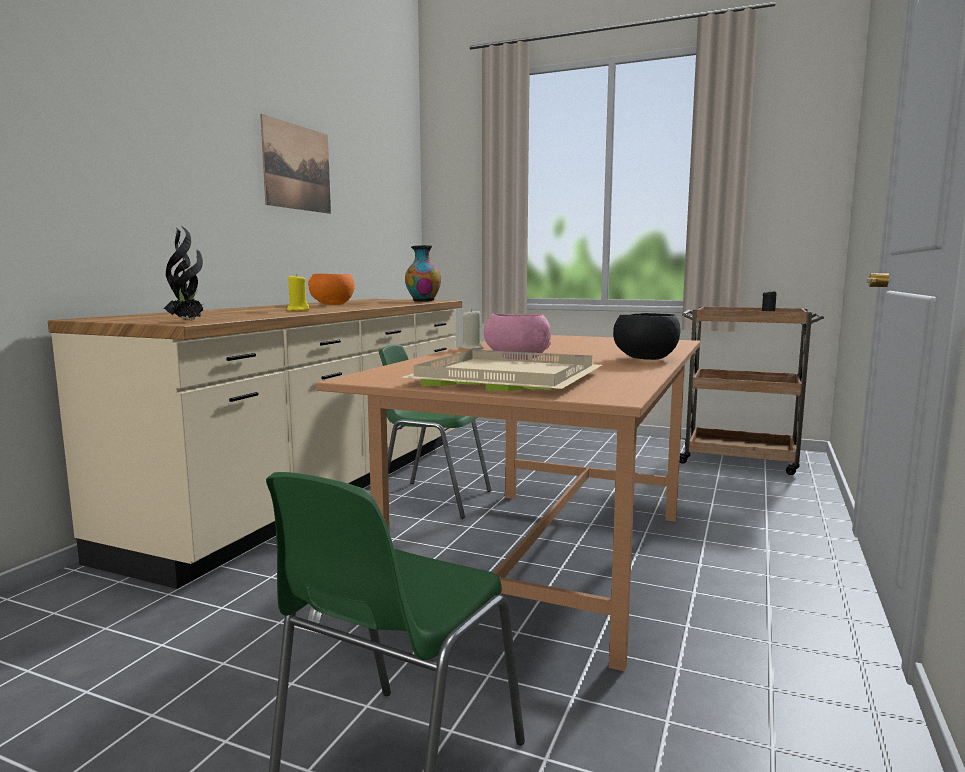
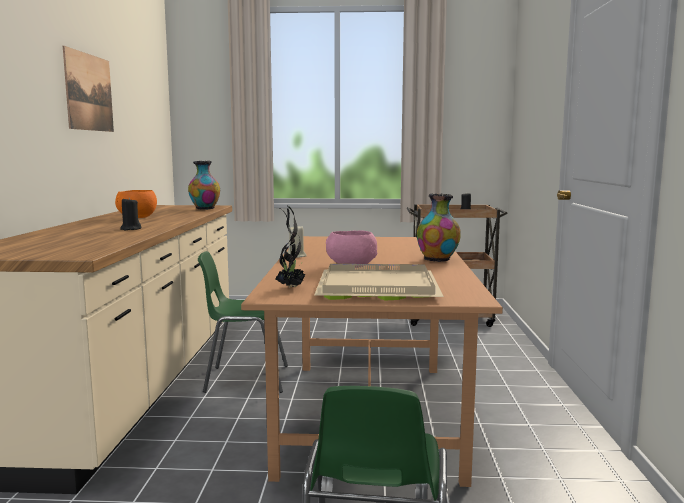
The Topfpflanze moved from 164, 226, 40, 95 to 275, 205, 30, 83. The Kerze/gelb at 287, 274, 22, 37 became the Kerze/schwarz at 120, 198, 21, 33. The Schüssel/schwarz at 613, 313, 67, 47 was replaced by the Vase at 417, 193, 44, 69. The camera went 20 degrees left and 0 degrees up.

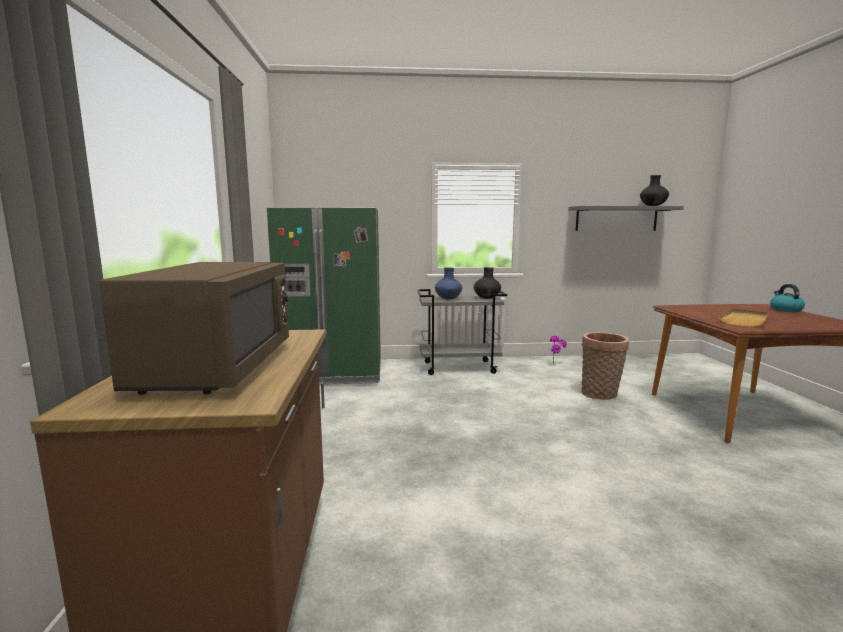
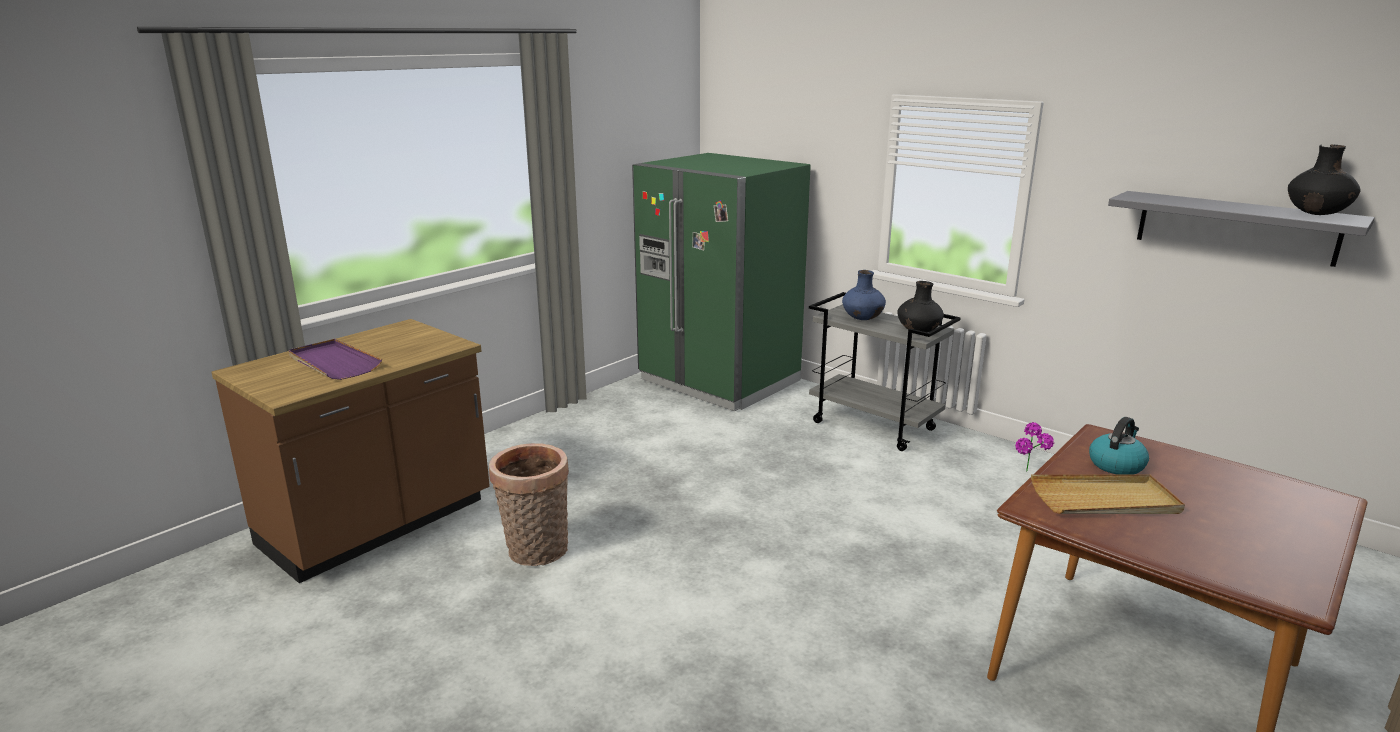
The Mikrowelle/braun at 99, 262, 190, 133 was replaced by the Tablett/lila at 289, 339, 93, 41. The Korb moved from 582, 332, 47, 68 to 489, 443, 80, 123. The Wasserkessel moved from 770, 284, 35, 28 to 1089, 417, 60, 57. The camera went 45 degrees right and 10 degrees up.

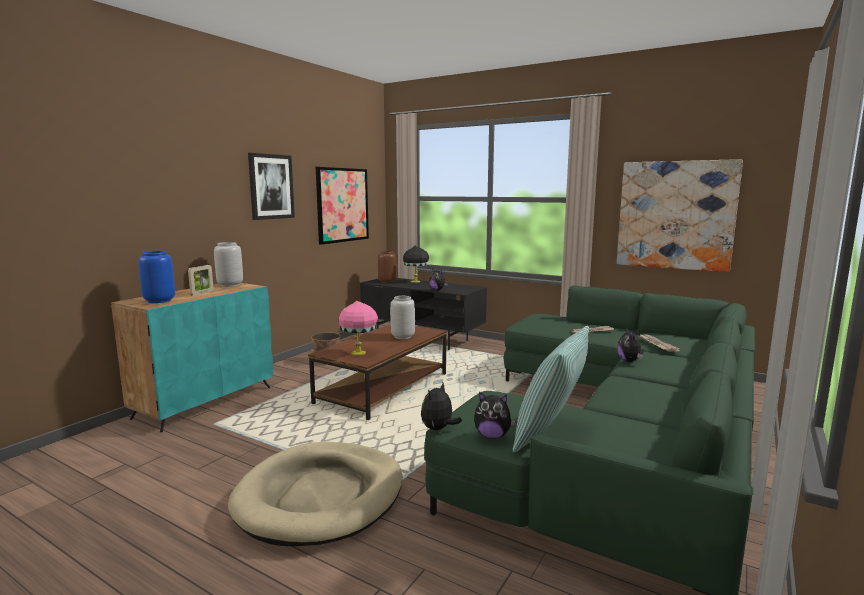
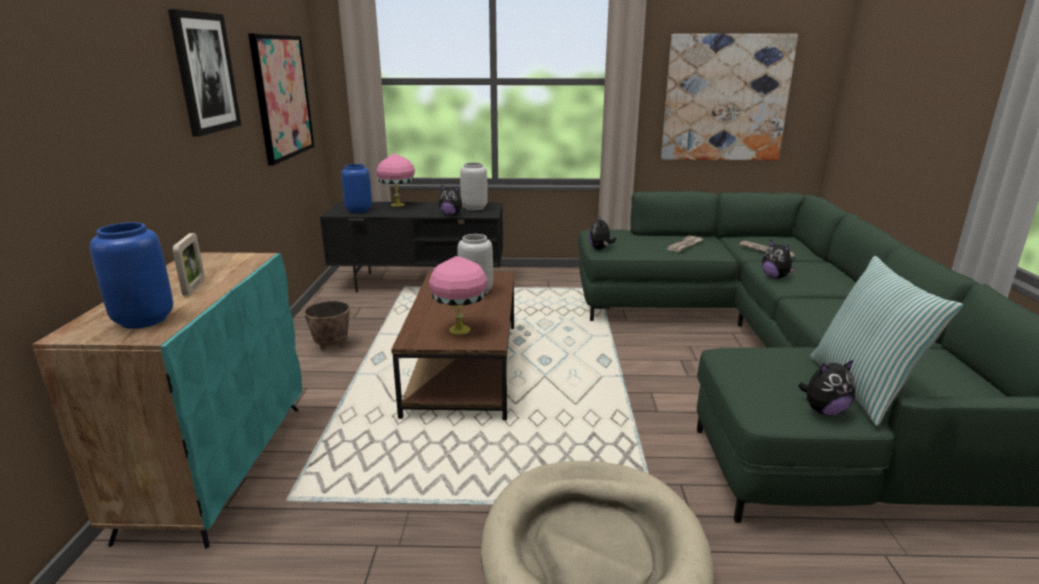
The Vase/grau moved from 214, 242, 29, 45 to 460, 162, 28, 48. The Vase/braun at 378, 251, 18, 32 became the Vase/blau at 341, 164, 31, 49. The Tischlampe/schwarz at 403, 246, 26, 37 became the Tischlampe/rosa at 376, 153, 39, 54. The Plüschtier moved from 421, 383, 41, 47 to 589, 216, 27, 34. The camera went 30 degrees left and 10 degrees up.

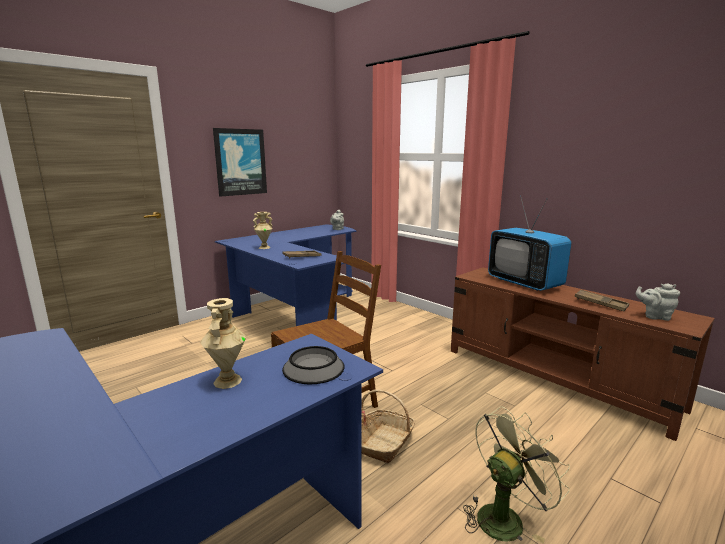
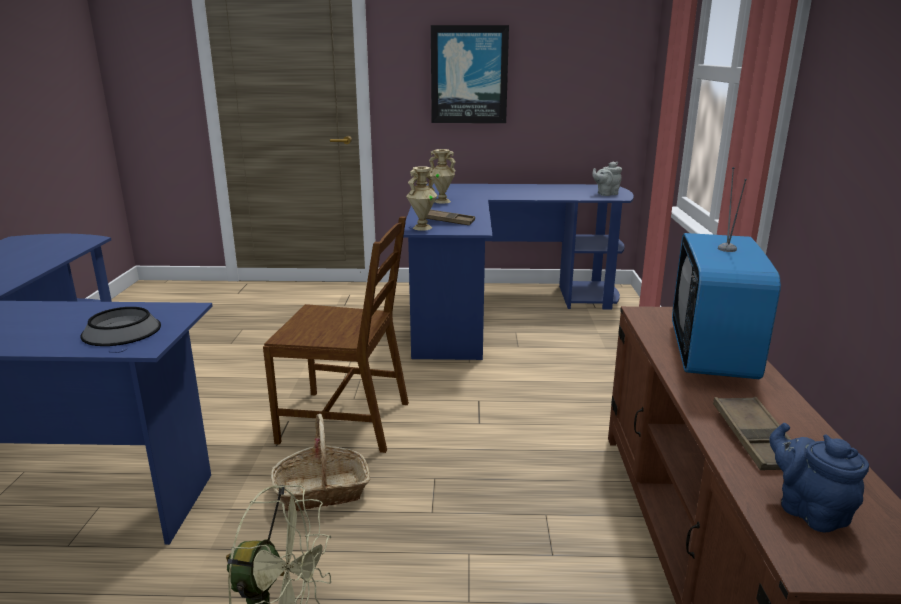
The Vase/beige moved from 200, 298, 47, 91 to 406, 166, 32, 65. The Teekanne/grau at 636, 283, 44, 38 became the Teekanne/blau at 769, 423, 100, 109. The camera went 45 degrees right and 5 degrees up.

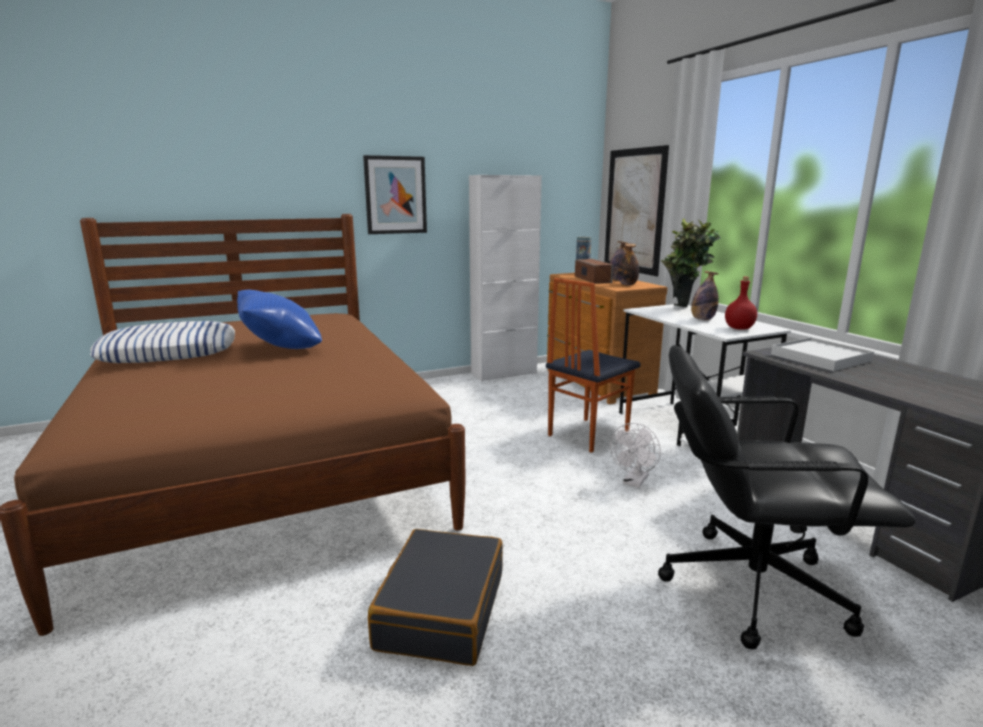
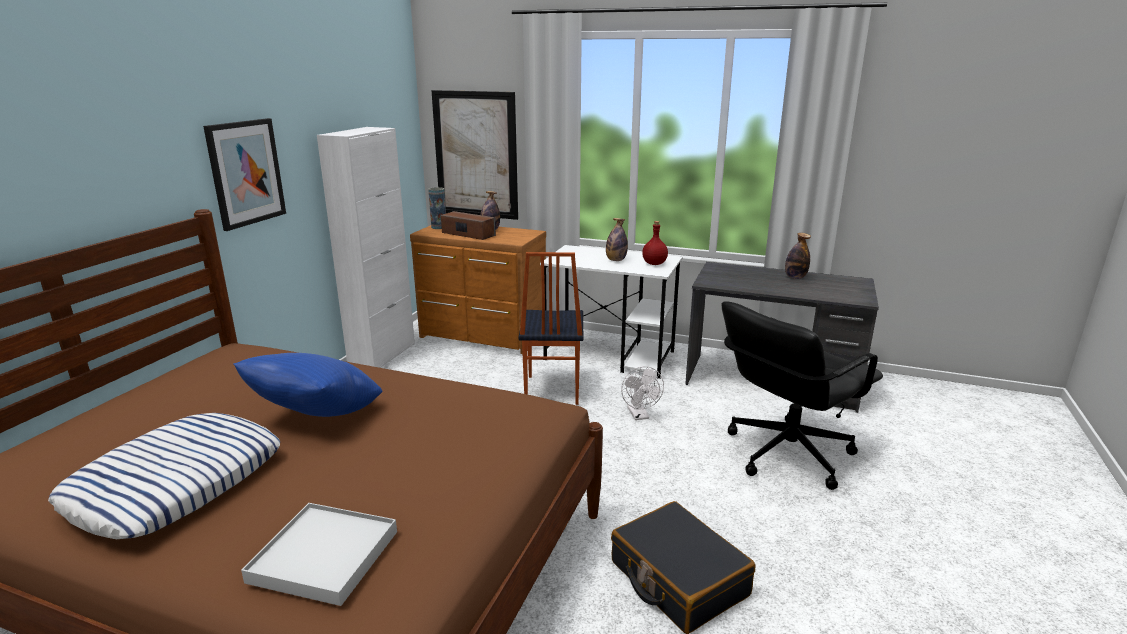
The Flasche moved from 618, 243, 21, 42 to 785, 233, 26, 46. The Topfpflanze at 660, 218, 61, 89 disappeared. The Tablett/weiß moved from 771, 337, 103, 34 to 241, 503, 156, 103. The camera went 45 degrees left and 5 degrees up.

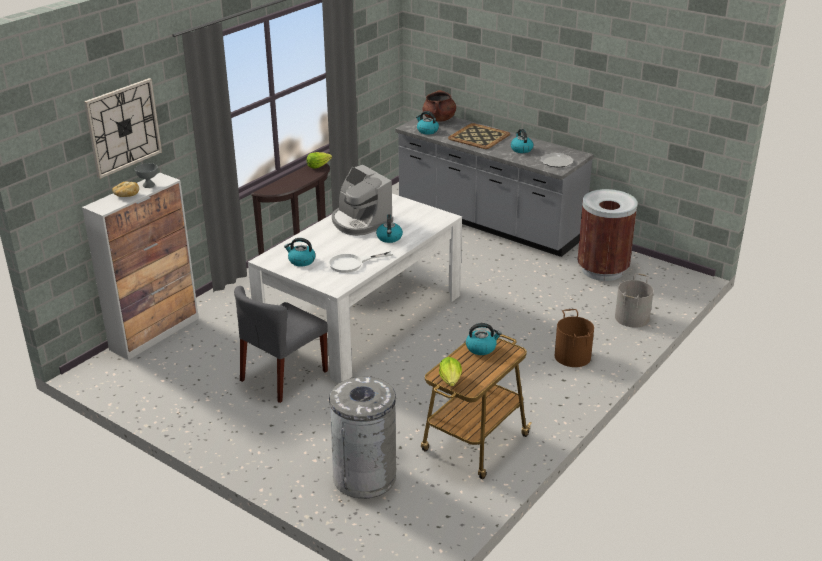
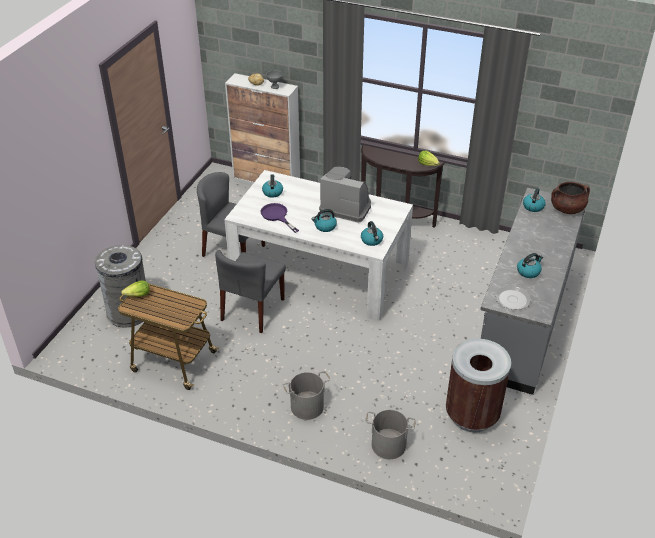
The Wanduhr at 84, 78, 78, 101 disappeared. The Pfanne/weiß at 328, 252, 65, 21 became the Pfanne/lila at 260, 203, 39, 30. The Kaffeemaschine at 332, 165, 61, 71 turned 75 degrees clockwise. The Tablett at 448, 123, 62, 26 disappeared. The Wasserkessel moved from 466, 323, 35, 32 to 361, 221, 22, 25. The Eimer/braun at 555, 309, 39, 58 became the Eimer/grau at 283, 371, 47, 49. The Stuhl/grau at 215, 250, 71, 83 appeared. The camera went 75 degrees right and 10 degrees up.

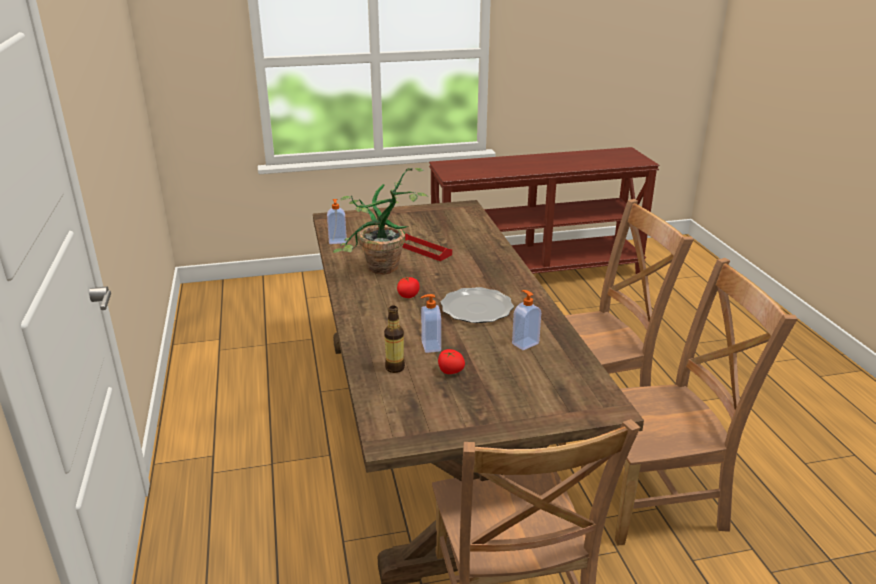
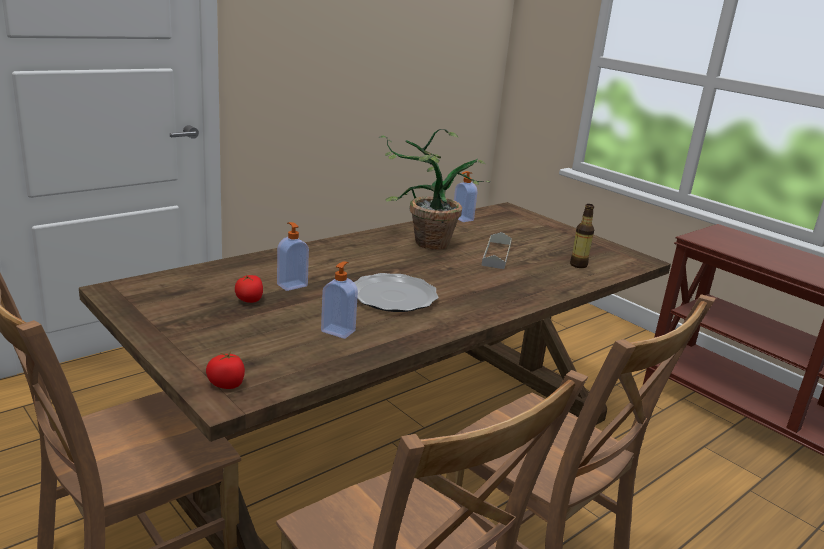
The Flasche moved from 384, 306, 21, 67 to 570, 204, 24, 64. The Tomate moved from 397, 277, 23, 21 to 206, 351, 39, 38. The Tablett/rot at 402, 234, 50, 27 became the Tablett/grau at 482, 232, 30, 37. The camera went 60 degrees right and 5 degrees down.

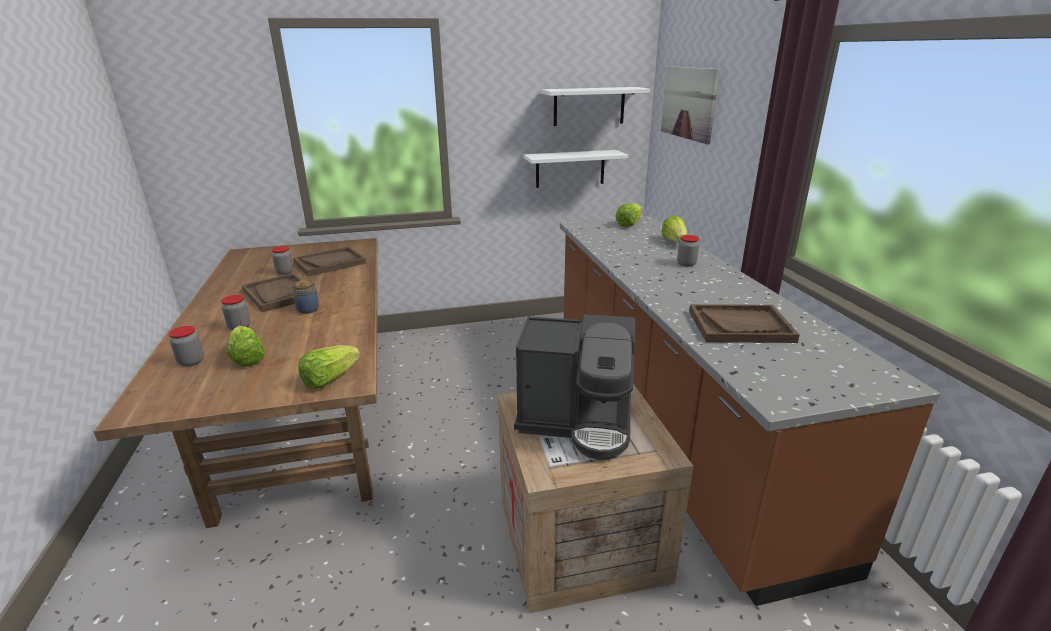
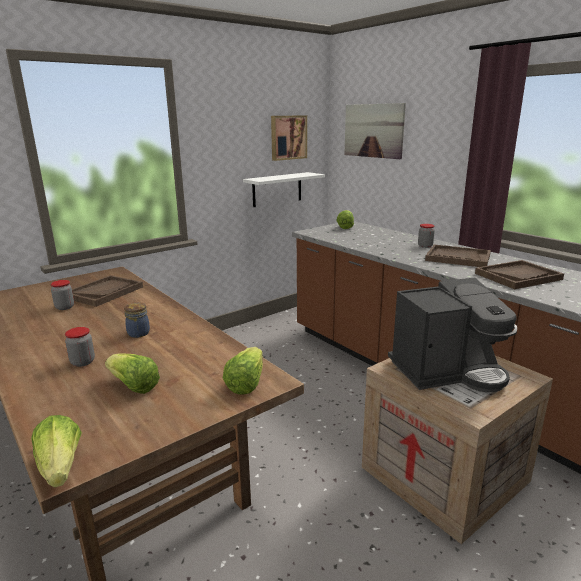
The Vorratsglas at 169, 326, 35, 40 disappeared. The Tablett/braun moved from 242, 273, 74, 39 to 425, 245, 66, 22. The Wandregal/weiß at 541, 87, 109, 39 was replaced by the Bild at 271, 115, 36, 46. The Salatkopf moved from 661, 216, 26, 27 to 31, 415, 51, 72. The camera went 25 degrees left and 5 degrees down.

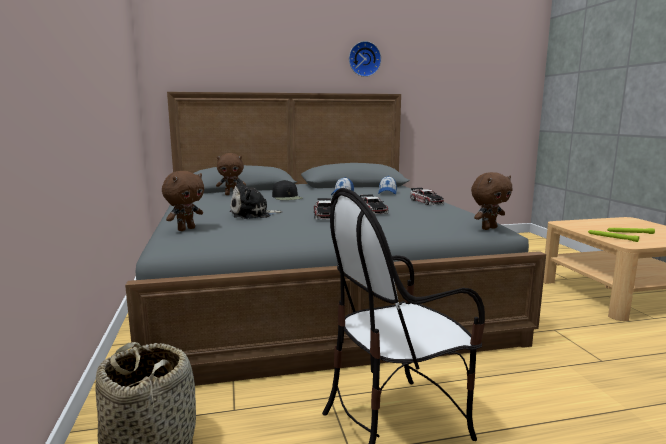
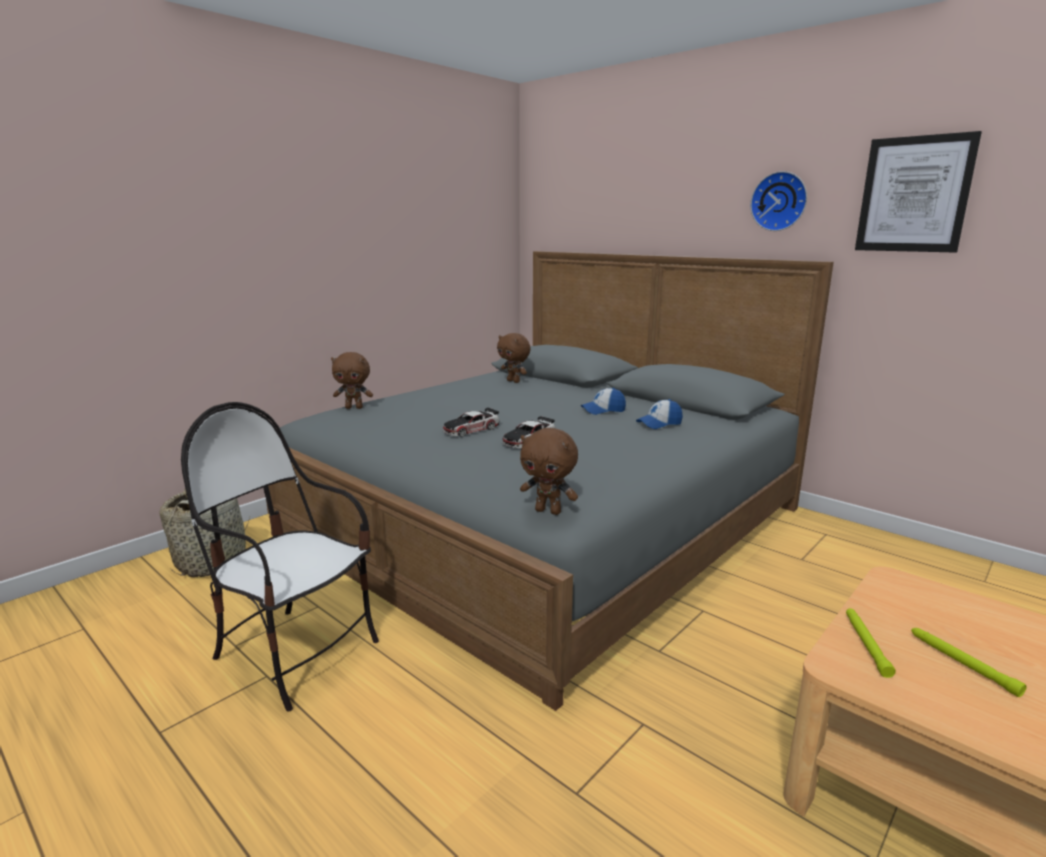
The Plüschtier at 230, 179, 53, 40 disappeared. The Kappe/schwarz at 272, 180, 30, 20 disappeared. The Spielzeugauto at 410, 187, 34, 18 disappeared. The Bild at 855, 131, 127, 122 appeared. The camera went 55 degrees right and 5 degrees up.

